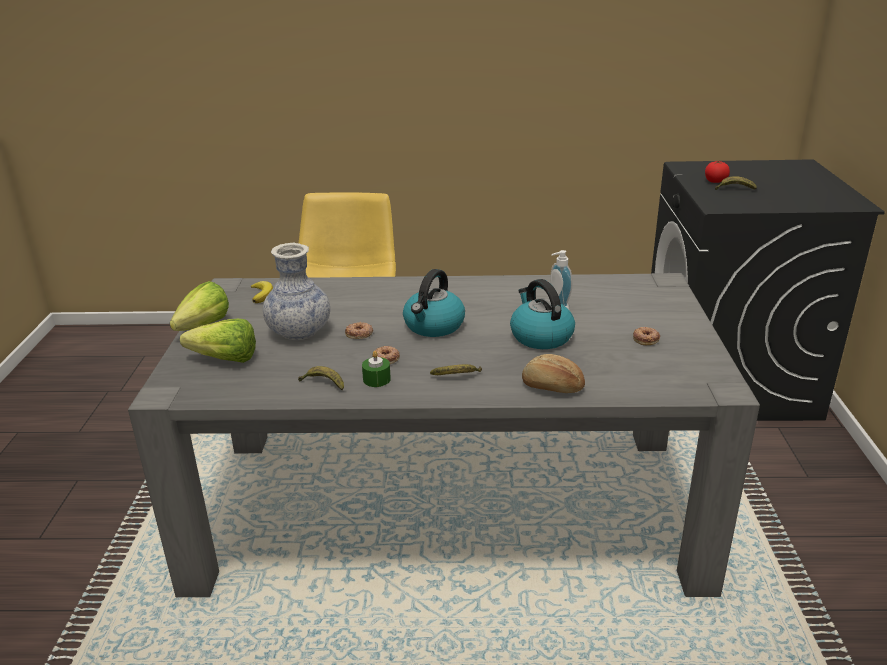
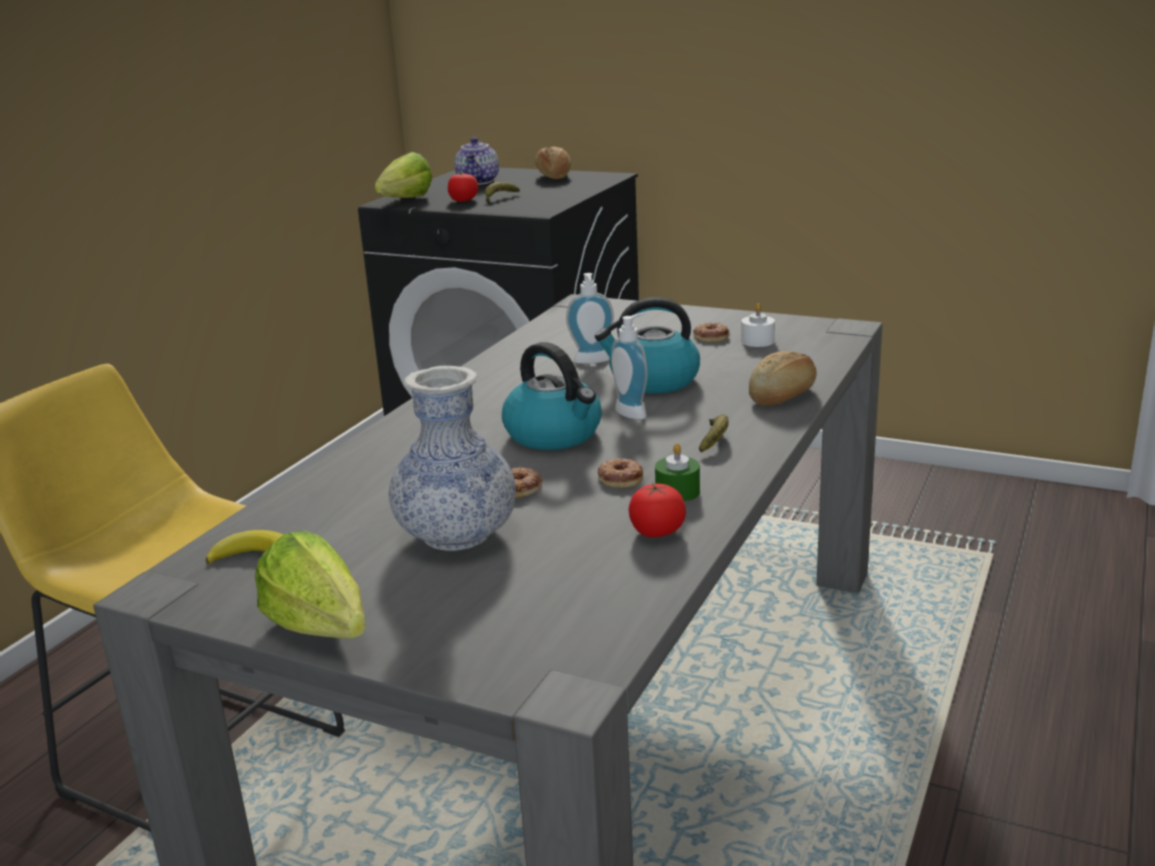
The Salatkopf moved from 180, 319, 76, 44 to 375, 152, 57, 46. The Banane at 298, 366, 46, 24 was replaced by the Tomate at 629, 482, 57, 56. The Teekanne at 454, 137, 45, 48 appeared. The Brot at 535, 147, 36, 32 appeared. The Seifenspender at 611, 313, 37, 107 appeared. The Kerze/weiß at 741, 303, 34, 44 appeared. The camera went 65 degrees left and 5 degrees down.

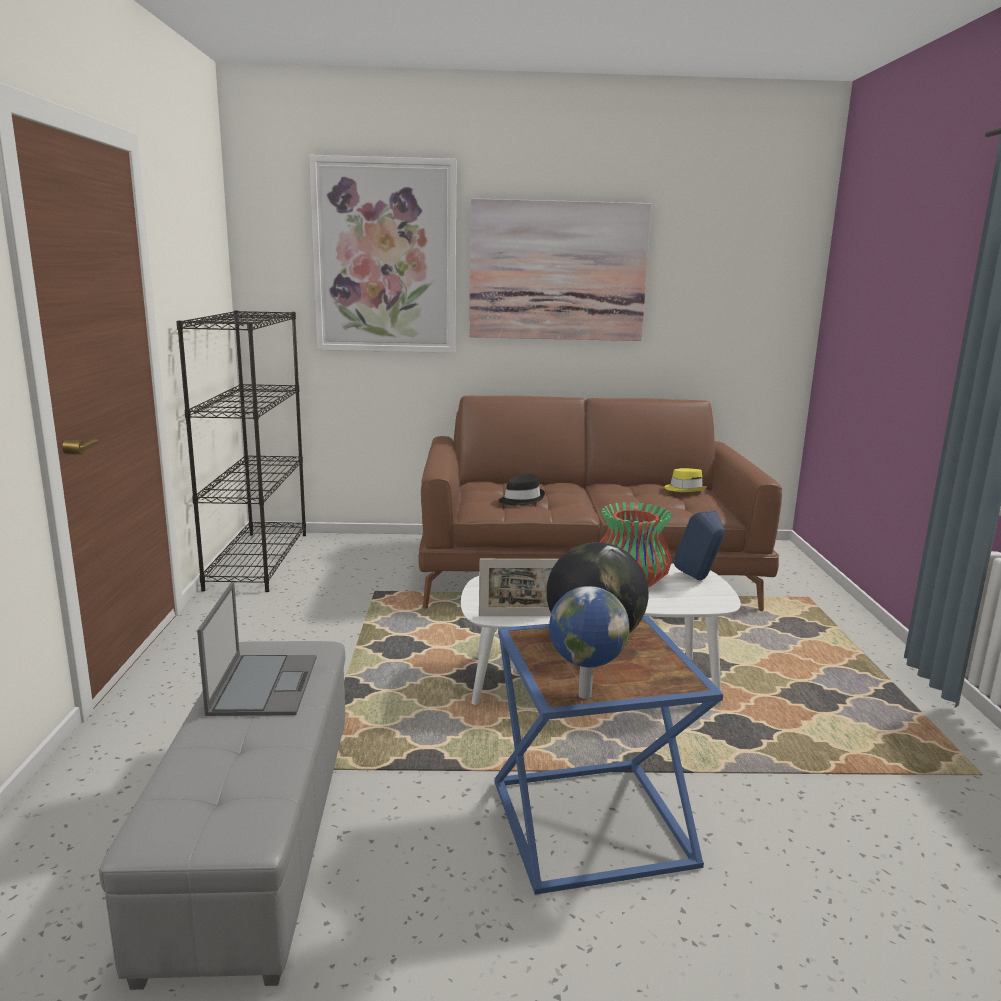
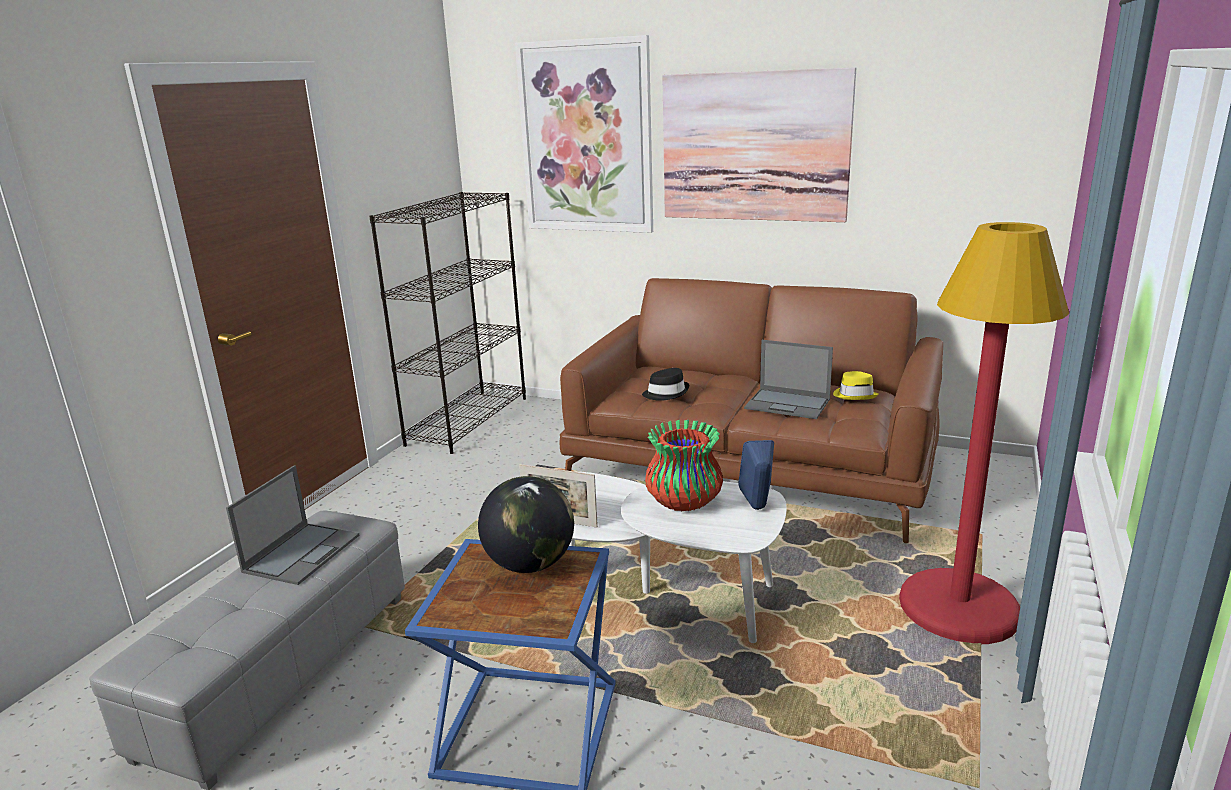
The Globus at 549, 586, 80, 113 disappeared. The Laptop at 744, 340, 89, 79 appeared. The Stehlampe/rot at 899, 222, 170, 422 appeared. The camera went 25 degrees right and 5 degrees up.

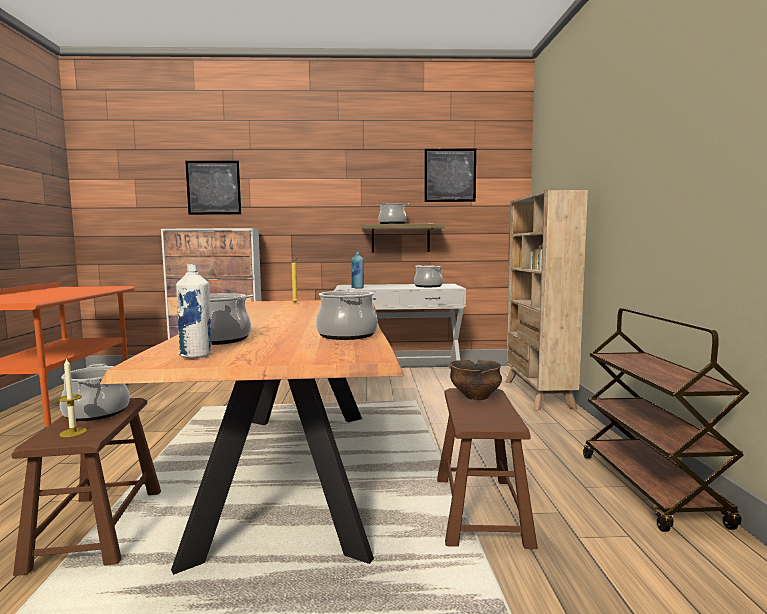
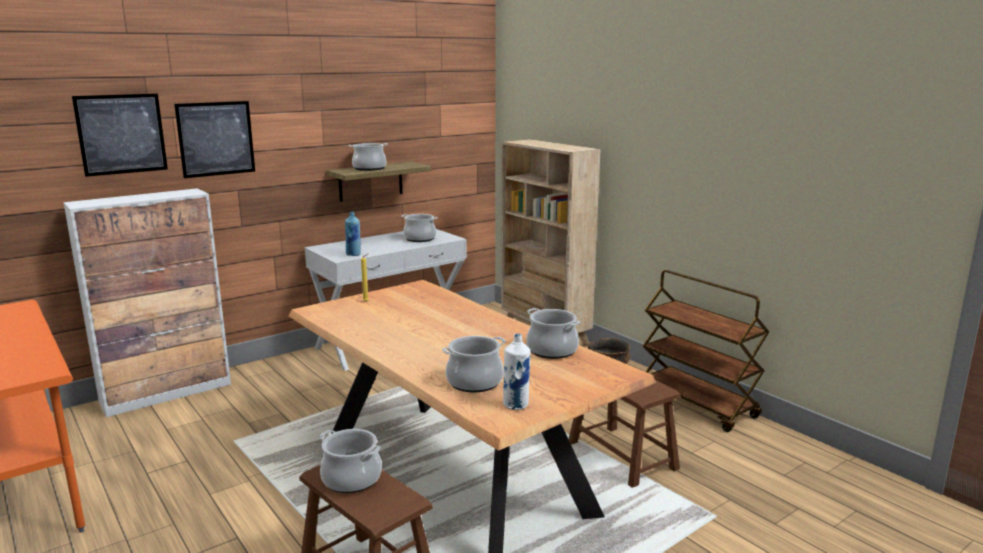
The Kerze at 58, 358, 29, 79 disappeared. The Bild moved from 424, 149, 52, 53 to 174, 101, 81, 77. The camera went 35 degrees left and 10 degrees up.

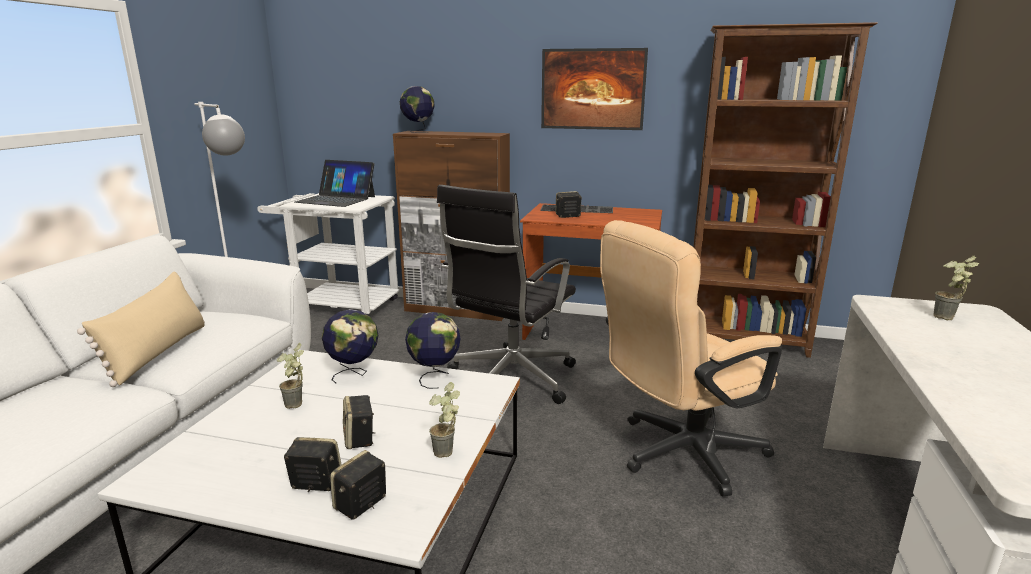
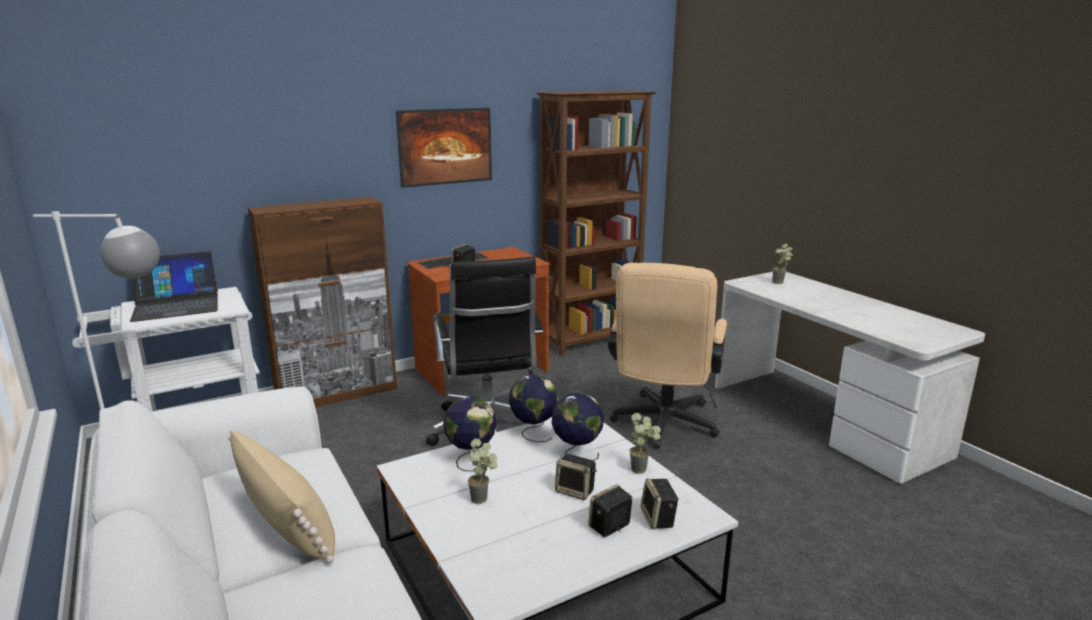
The Globus moved from 400, 86, 35, 47 to 552, 393, 52, 68. The camera went 45 degrees left and 0 degrees up.

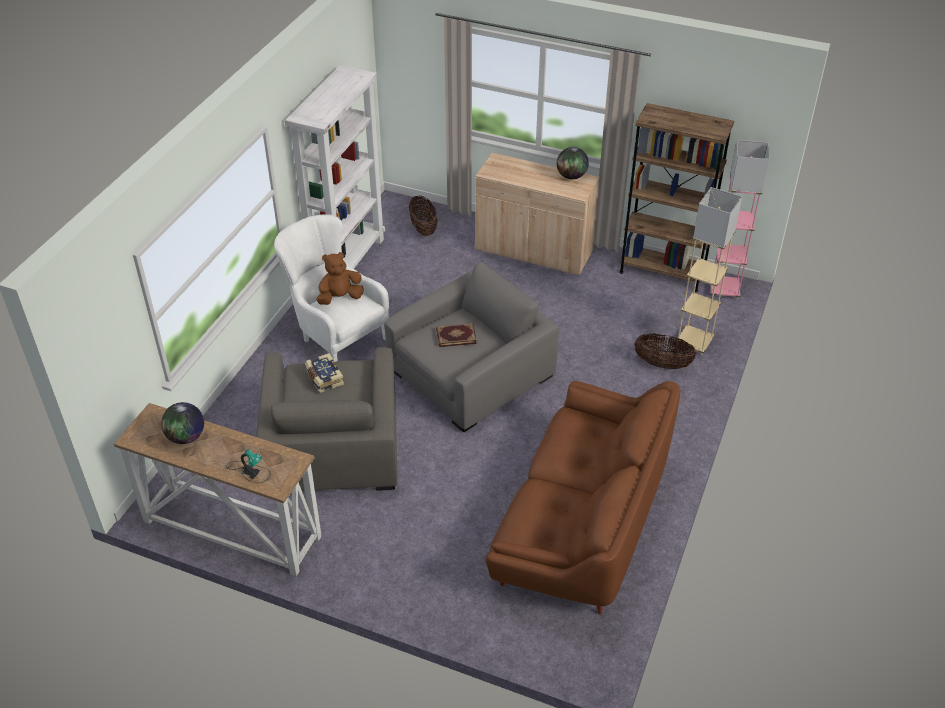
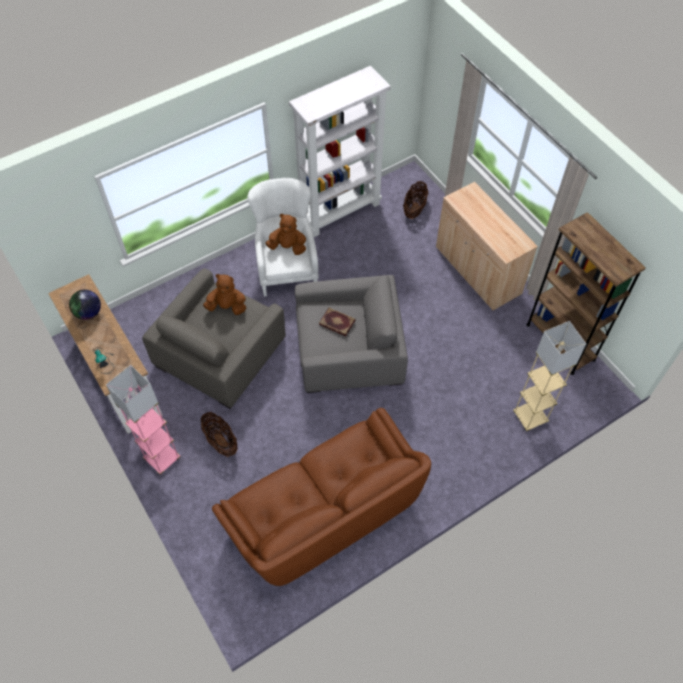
The Buch at 305, 353, 39, 40 was replaced by the Plüschtier/braun at 203, 274, 43, 41. The Globus at 557, 147, 32, 33 disappeared. The Korb moved from 634, 333, 62, 36 to 201, 412, 36, 45. The Stehlampe/rosa moved from 711, 140, 59, 159 to 106, 365, 75, 110. The camera went 35 degrees right and 15 degrees up.

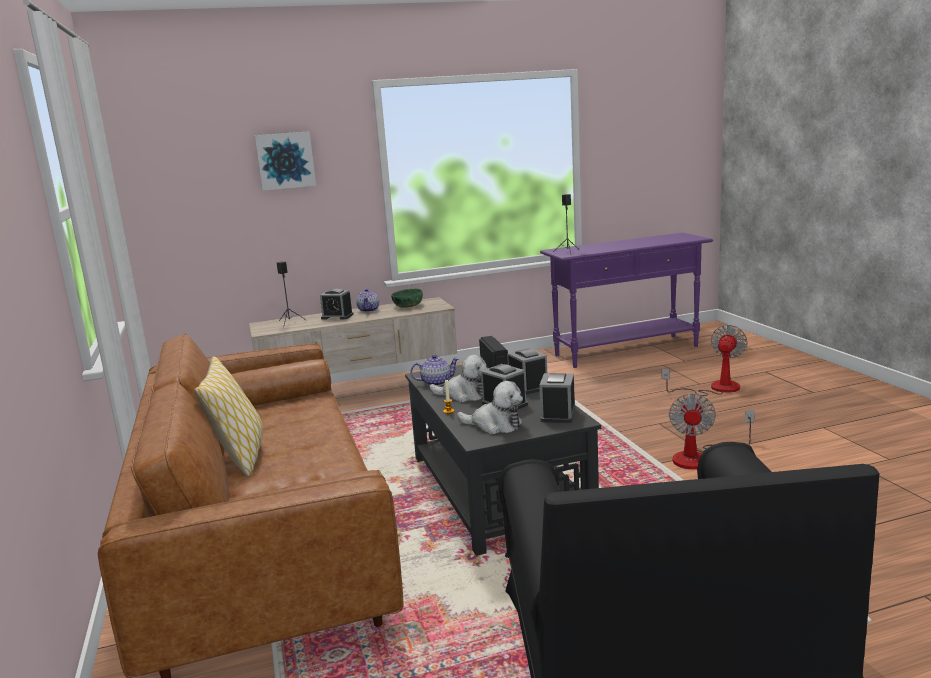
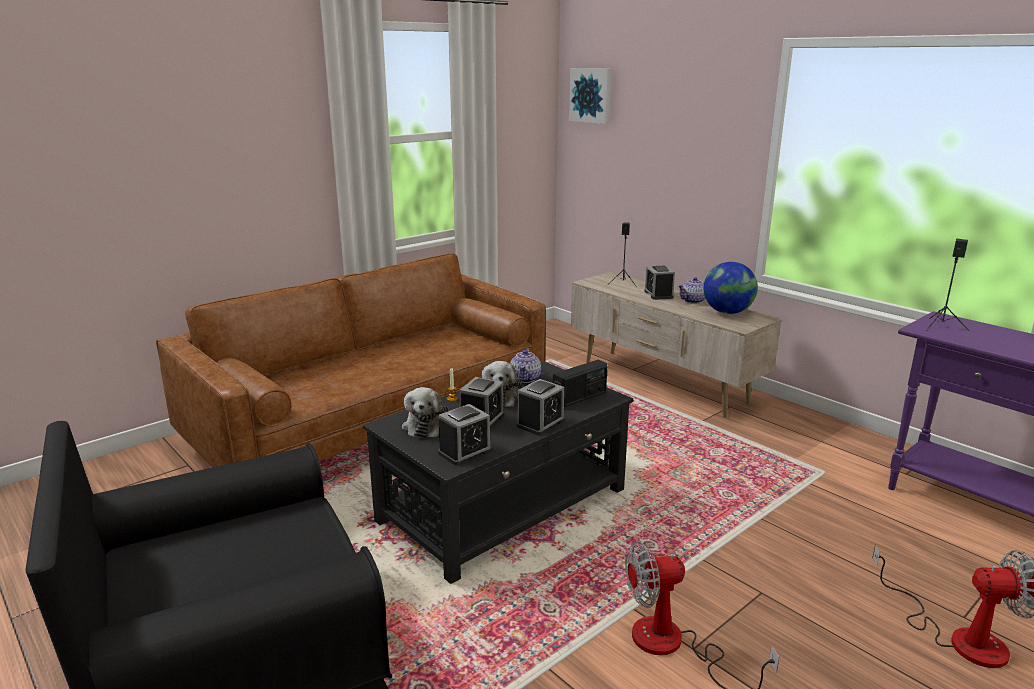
The Kissen at 194, 356, 69, 121 disappeared. The Bild moved from 254, 131, 62, 60 to 569, 68, 43, 56. The Schüssel/grün at 391, 289, 32, 19 was replaced by the Globus at 704, 262, 54, 52. The Teekanne at 410, 355, 49, 31 turned 45 degrees clockwise. The Wecker at 539, 373, 36, 50 turned 150 degrees clockwise. The camera went 65 degrees right and 5 degrees up.

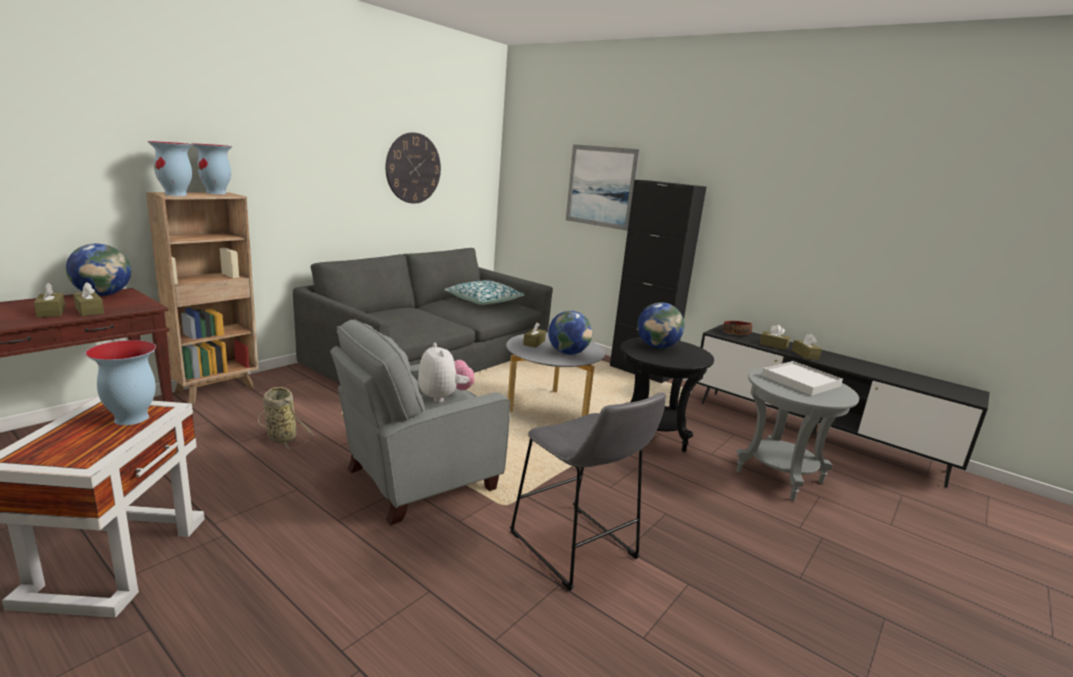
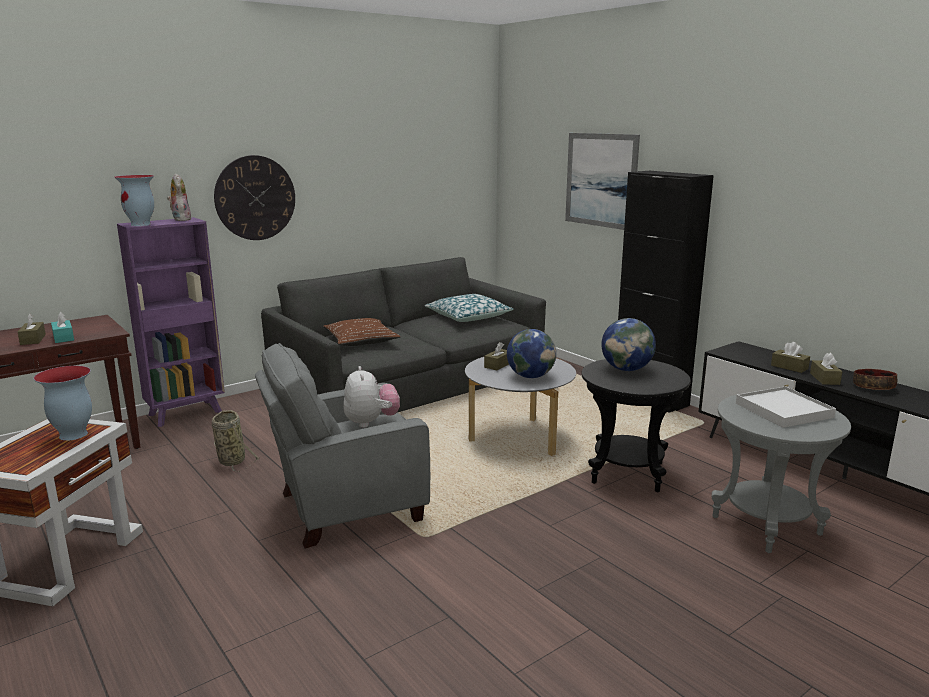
The Globus at 66, 244, 65, 52 disappeared. The Taschentuchbox/braun at 73, 282, 31, 34 became the Taschentuchbox/türkis at 51, 312, 23, 31. The Bücherregal/braun at 146, 192, 113, 213 became the Bücherregal/lila at 117, 217, 108, 210. The Vase at 191, 143, 41, 51 was replaced by the Plüschtier at 167, 174, 24, 47. The Wanduhr moved from 386, 132, 55, 72 to 214, 155, 81, 85. The Hocker/grau at 510, 392, 156, 199 disappeared. The Schüssel moved from 723, 321, 29, 14 to 853, 369, 44, 21. The Kissen/braun at 323, 318, 77, 28 appeared. The camera went 15 degrees right and 0 degrees up.

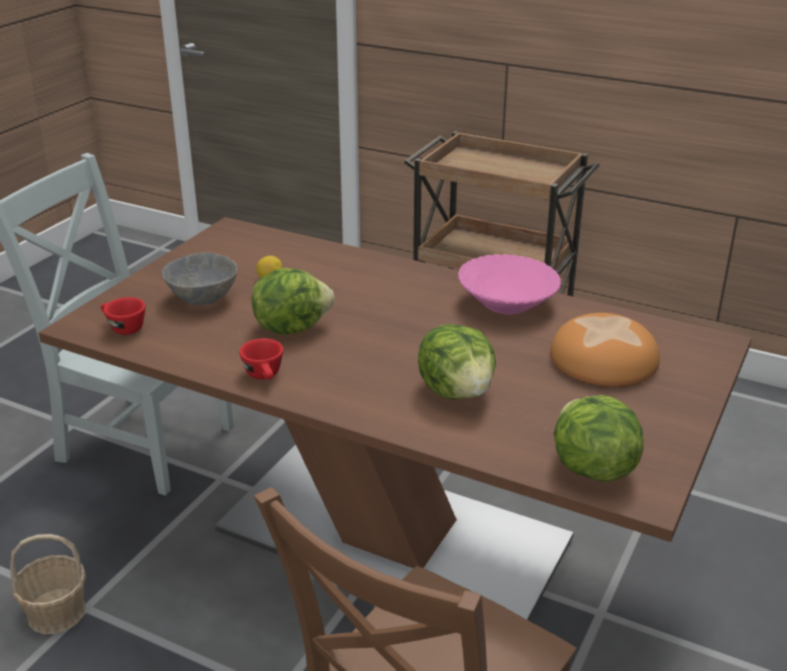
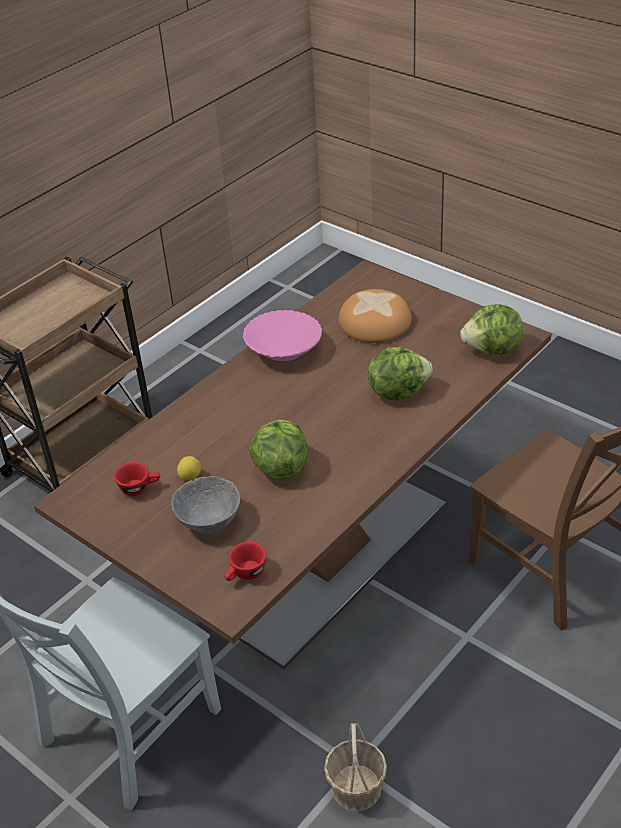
The Tasse/rot moved from 239, 338, 44, 41 to 114, 462, 46, 34. The camera went 75 degrees left and 10 degrees up.

